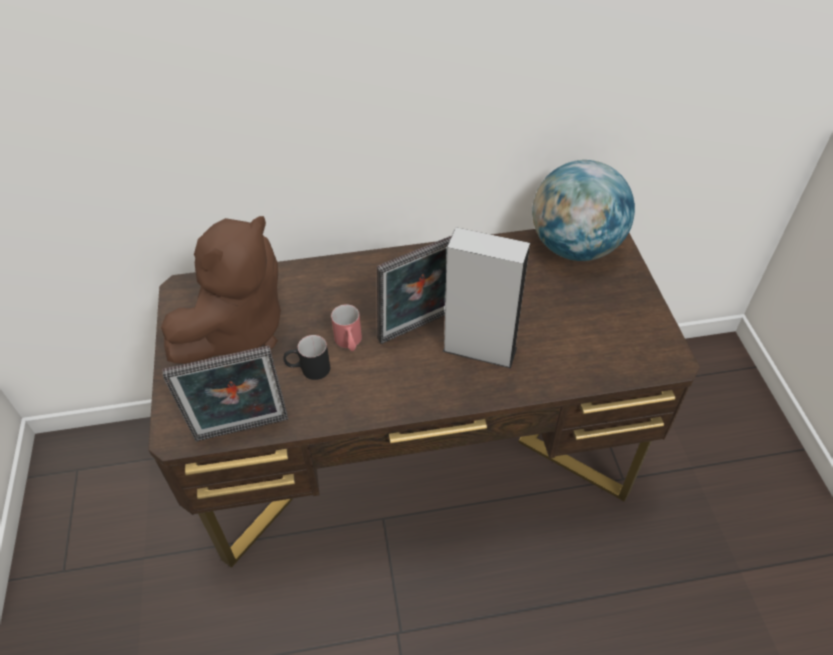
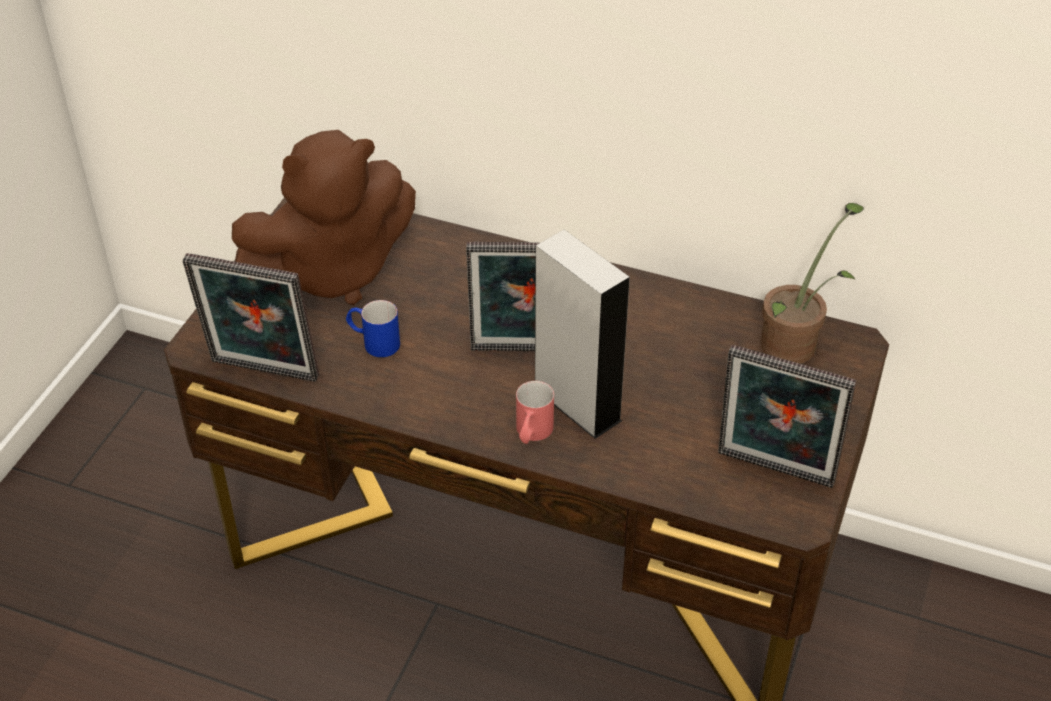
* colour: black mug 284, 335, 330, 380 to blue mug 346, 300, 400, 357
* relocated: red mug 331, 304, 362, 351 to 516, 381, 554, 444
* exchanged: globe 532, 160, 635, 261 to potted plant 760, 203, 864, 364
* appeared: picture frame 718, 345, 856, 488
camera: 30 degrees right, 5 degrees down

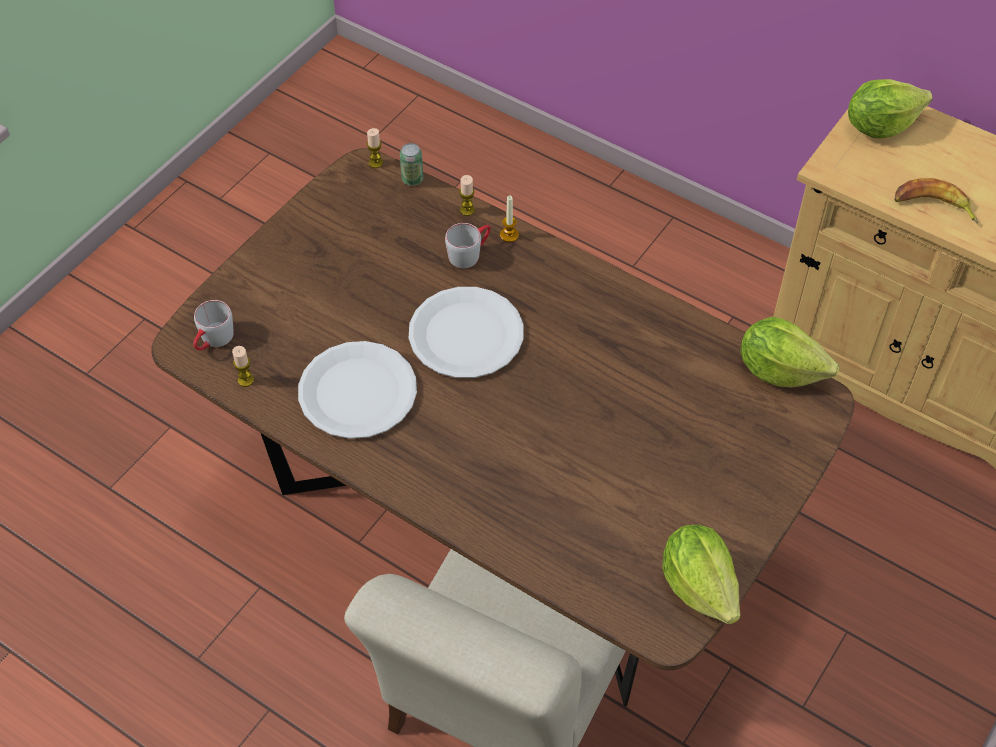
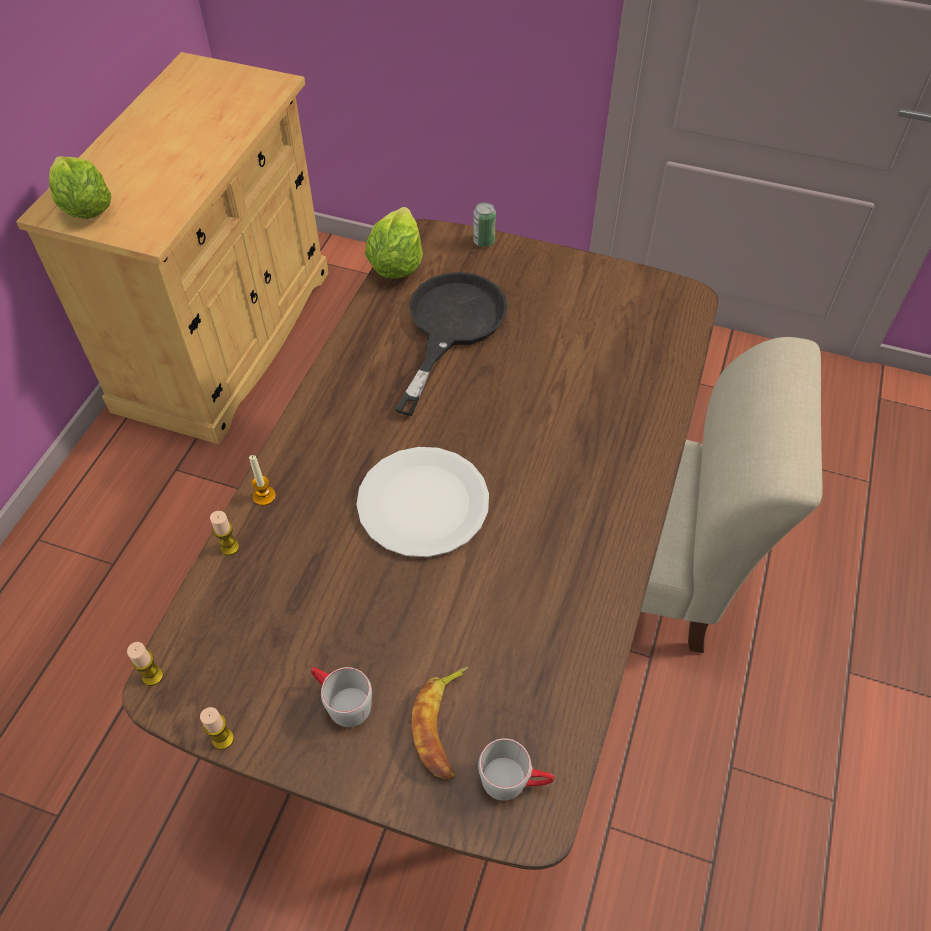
* relocated: candle 232, 346, 254, 387 to 200, 707, 234, 750
* missing: white plate 298, 341, 417, 439
* relocated: can 400, 143, 423, 186 to 473, 202, 496, 247
* relocated: grey mug 445, 223, 491, 269 to 311, 667, 372, 727
* missing: lettuce 662, 525, 740, 624
* relocated: banana 895, 178, 978, 223 to 412, 666, 469, 779
* appeared: black frying pan 395, 272, 508, 416
camera: 105 degrees left, 0 degrees up

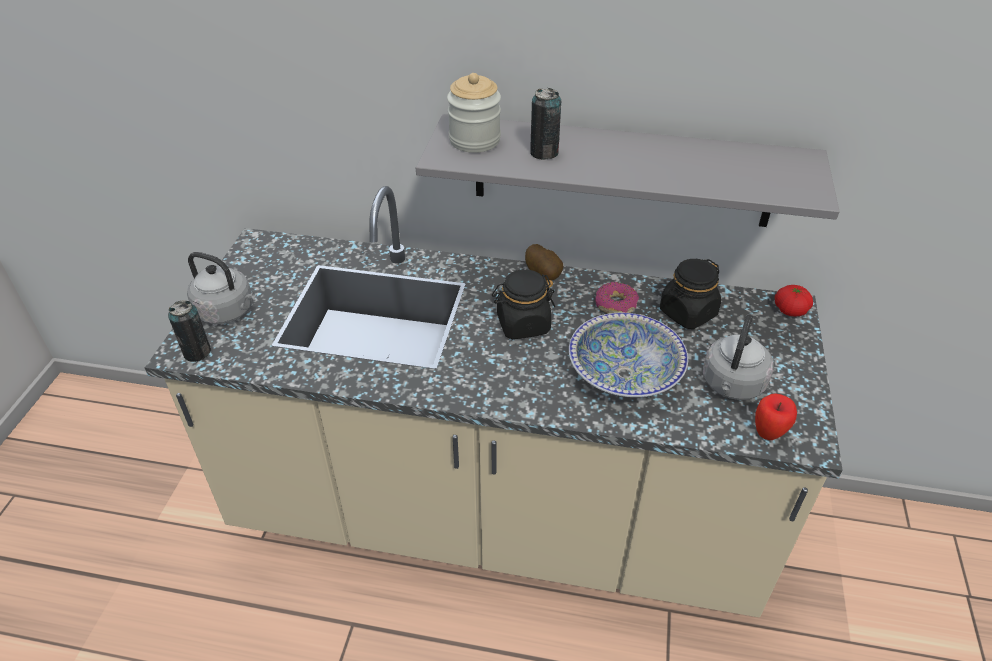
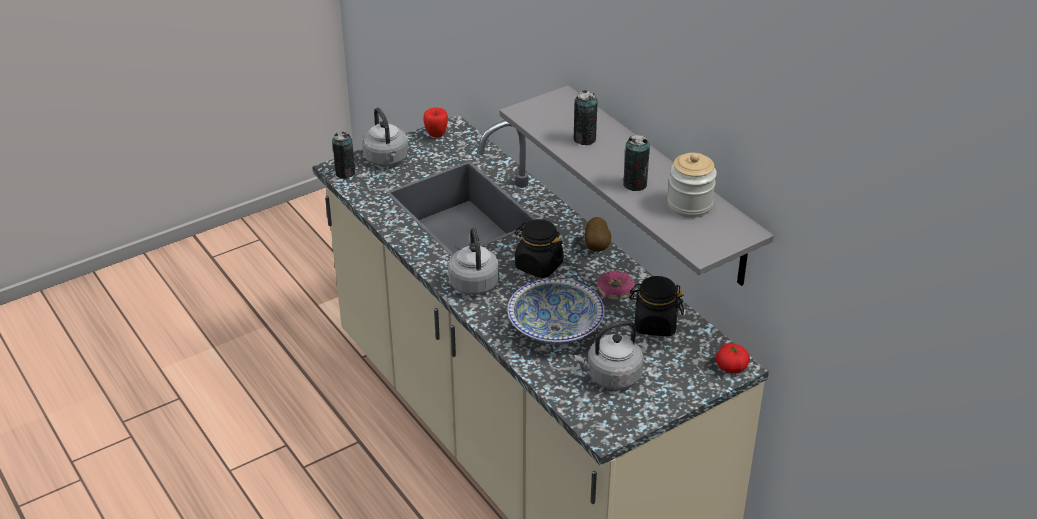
* relocated: jar 447, 73, 501, 153 to 668, 153, 717, 218
* relocated: apple 755, 393, 797, 440 to 424, 107, 448, 138
* appeared: grey kettle 448, 228, 499, 295
* appeared: can 623, 134, 650, 191
camera: 45 degrees right, 5 degrees down

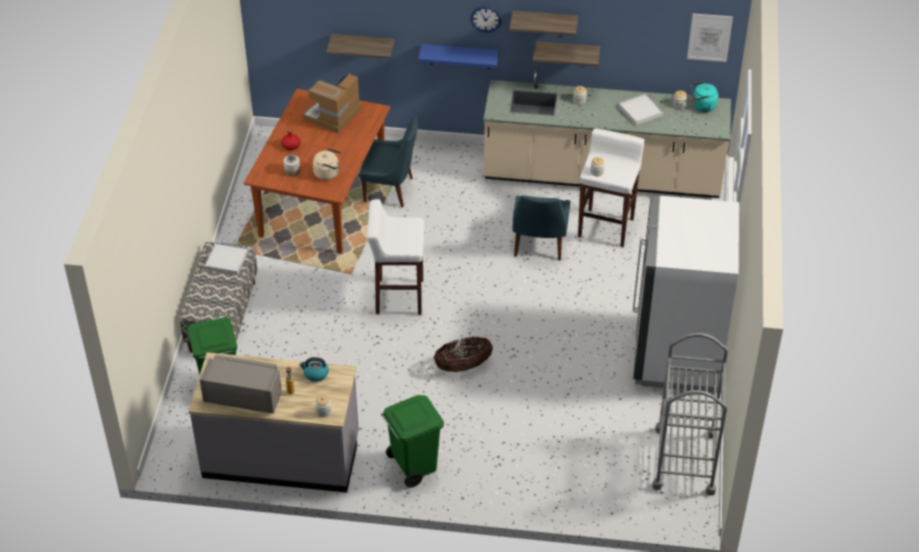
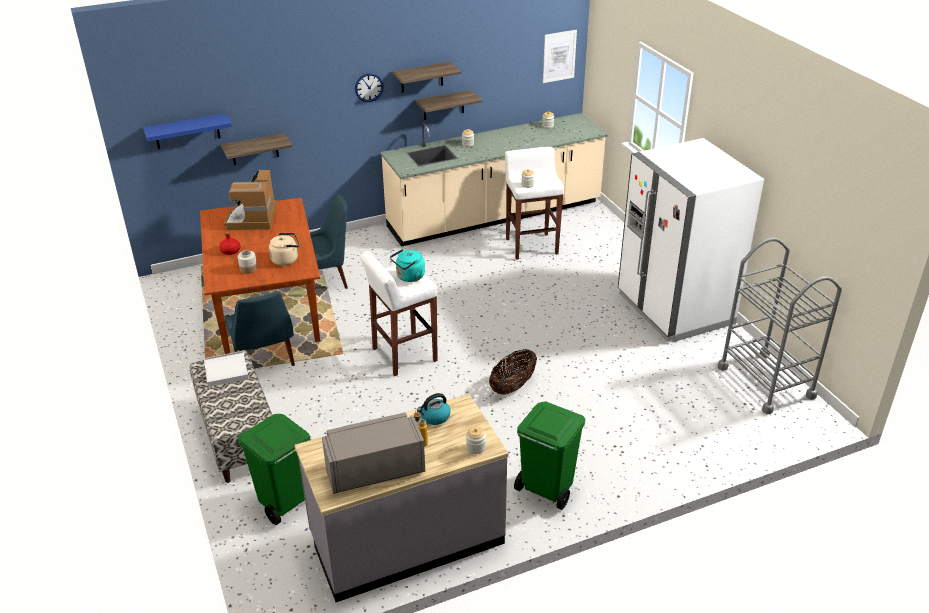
* relocated: blue shelf 418, 44, 499, 69 to 143, 113, 232, 149
* relocated: blue chair 513, 196, 570, 260 to 224, 291, 295, 366
* missing: white tray 618, 94, 664, 125
* relocated: turquoise kettle 690, 81, 718, 112 to 390, 249, 425, 282
camera: 30 degrees left, 10 degrees down

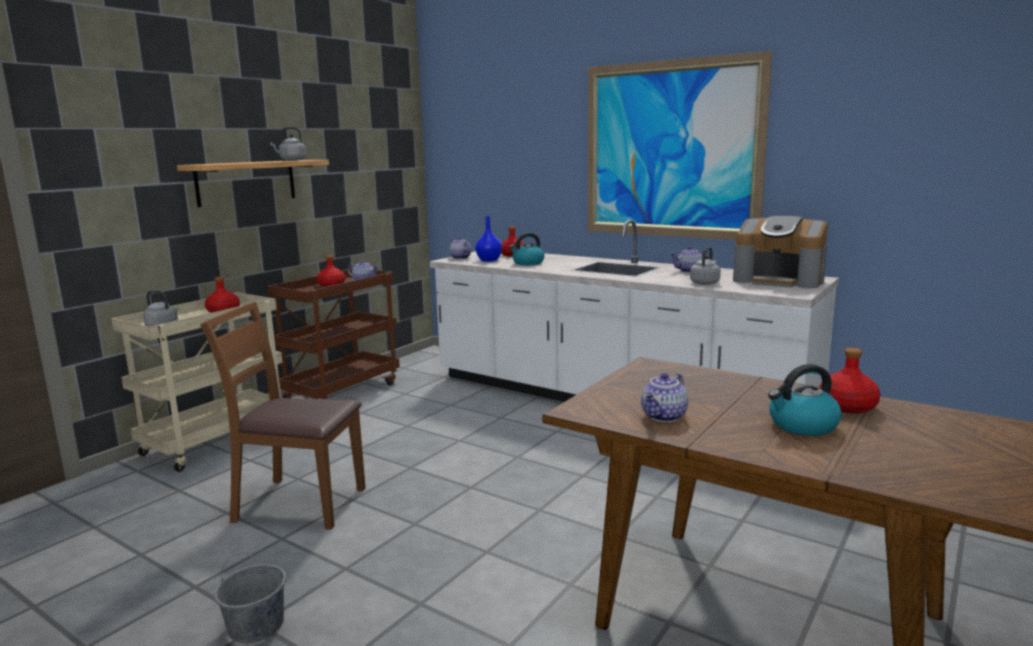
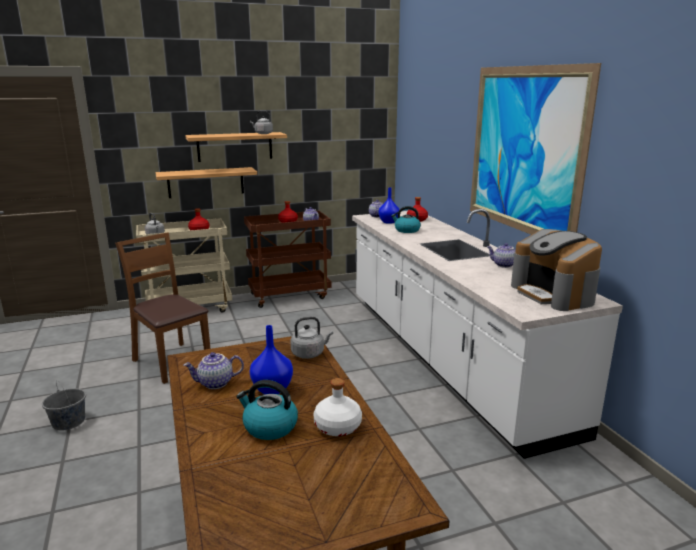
* relocated: grey kettle 690, 247, 721, 285 to 290, 317, 333, 359
* colour: red bottle 819, 348, 880, 413 to white bottle 314, 378, 362, 436
* appeared: shelf 156, 167, 257, 198
* appeared: blue vase 250, 325, 293, 394
camera: 35 degrees right, 5 degrees up

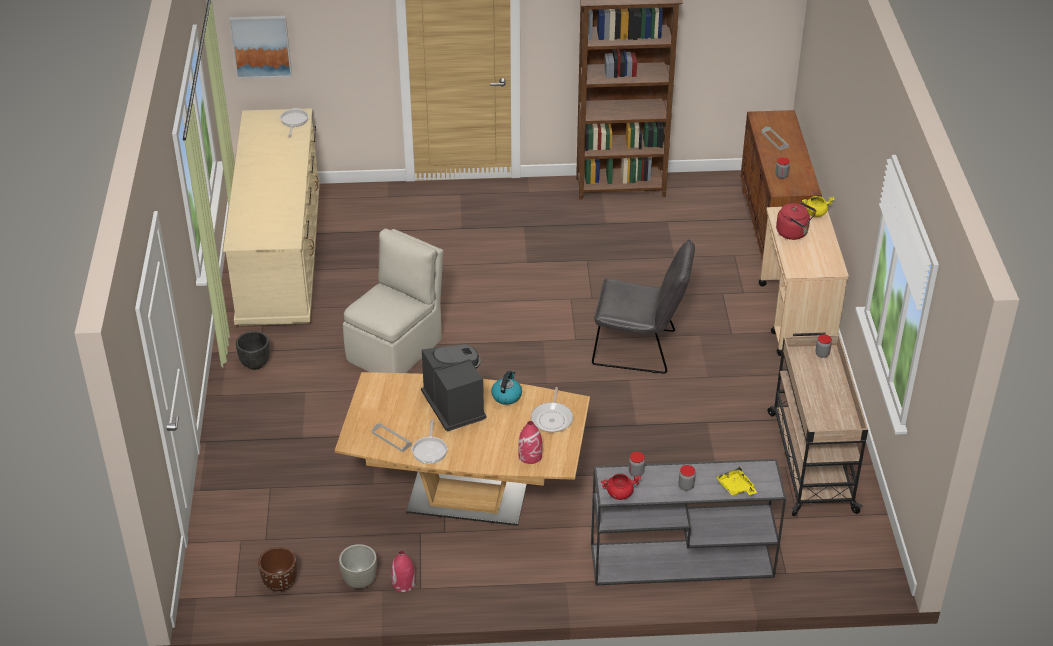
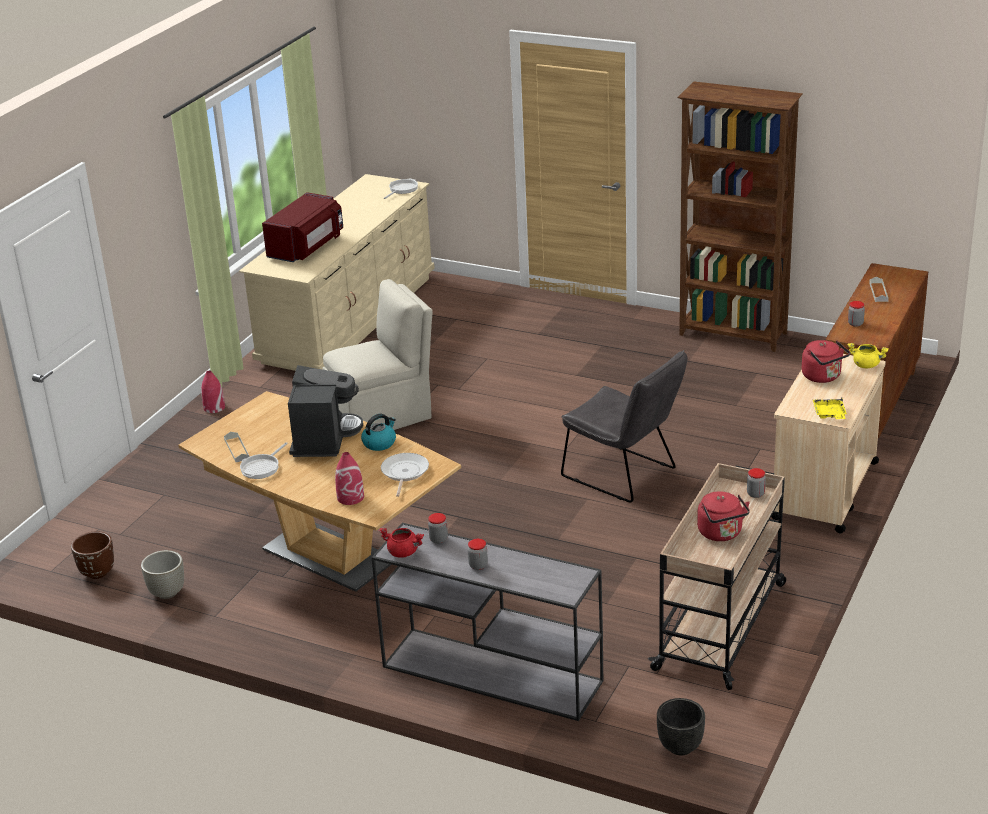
* missing: picture 229, 16, 292, 79
* relocated: black planter 236, 331, 270, 370 to 657, 698, 705, 755
* relocated: red vase 391, 551, 415, 592 to 201, 371, 225, 413
* spun: frying pan 531, 387, 573, 433 = 381, 453, 429, 497 150 degrees clockwise
* relocated: yellow tray 716, 466, 757, 496 to 813, 397, 847, 419
* appeared: red microwave 262, 192, 343, 262
* appeared: red kettle 697, 491, 750, 541
camera: 30 degrees right, 10 degrees down

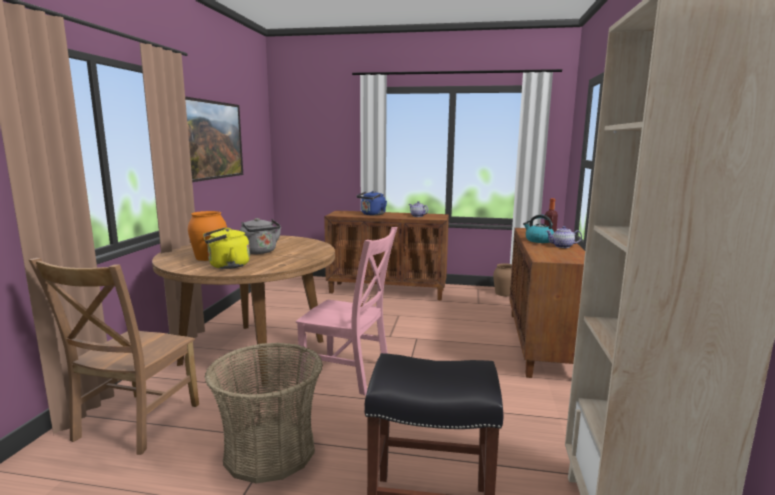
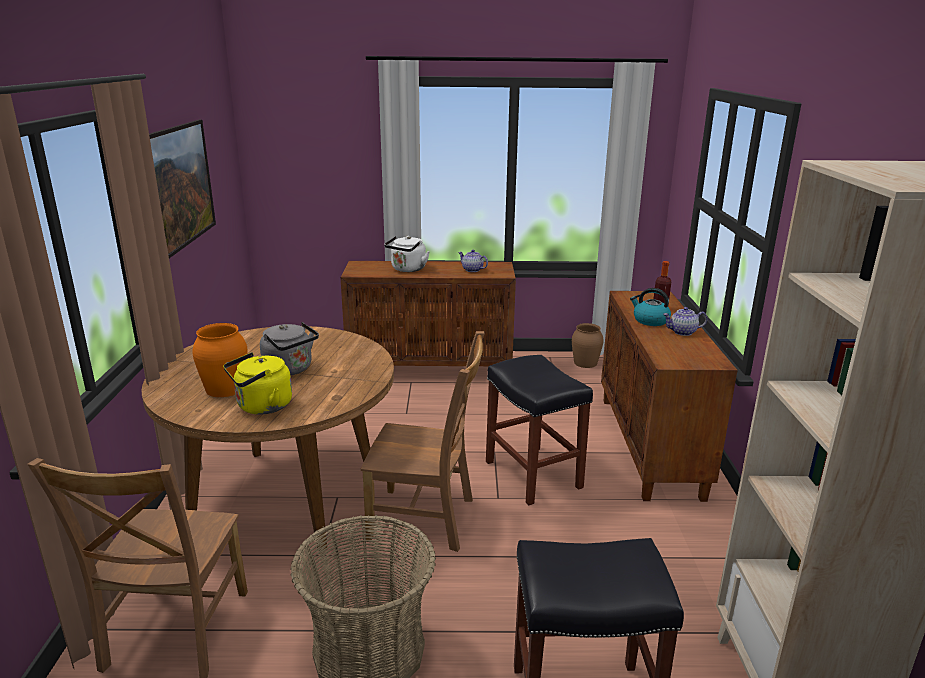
* colour: pink chair 296, 227, 397, 396 to brown chair 361, 331, 485, 552
* colour: blue kettle 356, 191, 387, 216 to white kettle 384, 236, 430, 272
* appeared: black stool 486, 355, 593, 505
camera: 10 degrees left, 10 degrees up

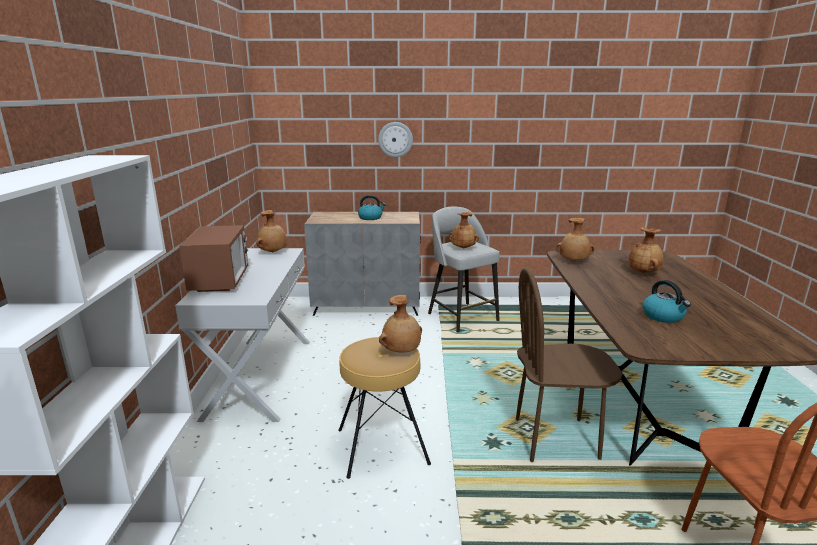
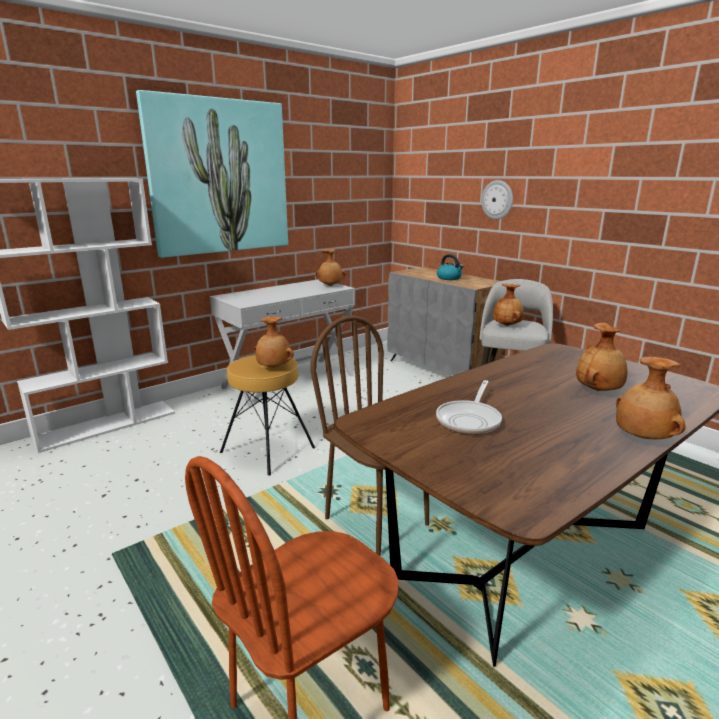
* missing: microwave 179, 225, 248, 292
* relocated: brown vase 556, 218, 595, 262 to 616, 357, 686, 439
* exchanged: kettle 643, 280, 691, 323 to frying pan 436, 380, 502, 435
* appeared: picture 136, 90, 288, 258
camera: 50 degrees right, 0 degrees up

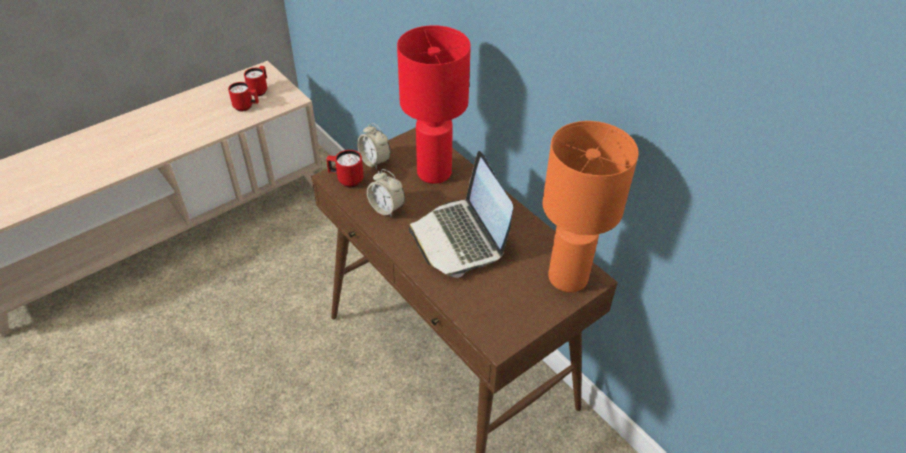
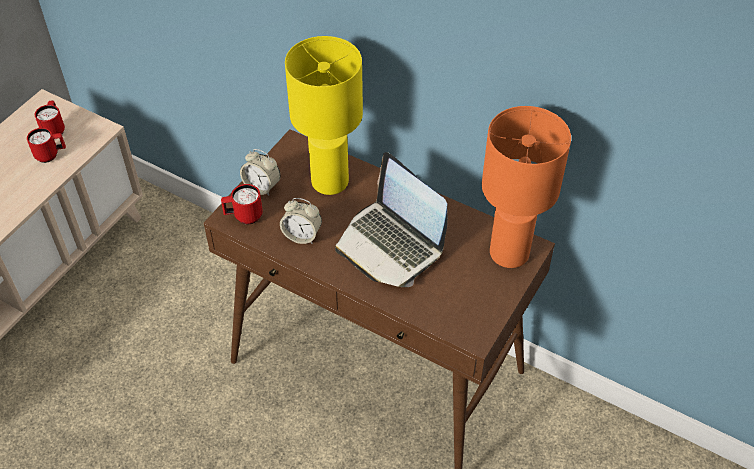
* colour: red table lamp 397, 25, 471, 184 to yellow table lamp 285, 36, 363, 195
camera: 20 degrees left, 5 degrees up

